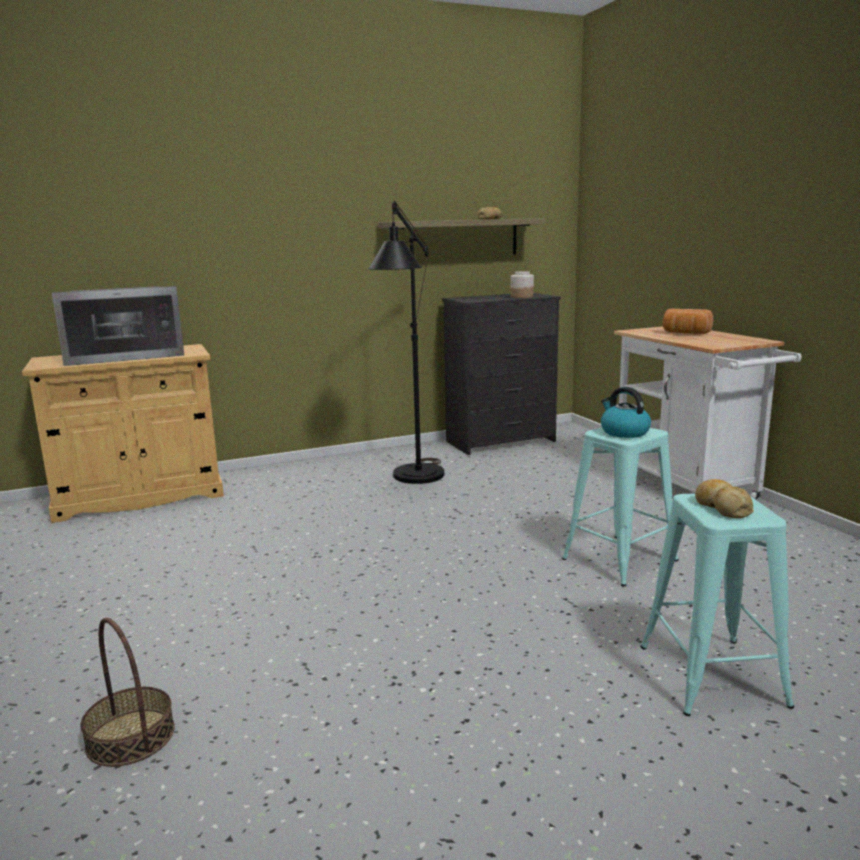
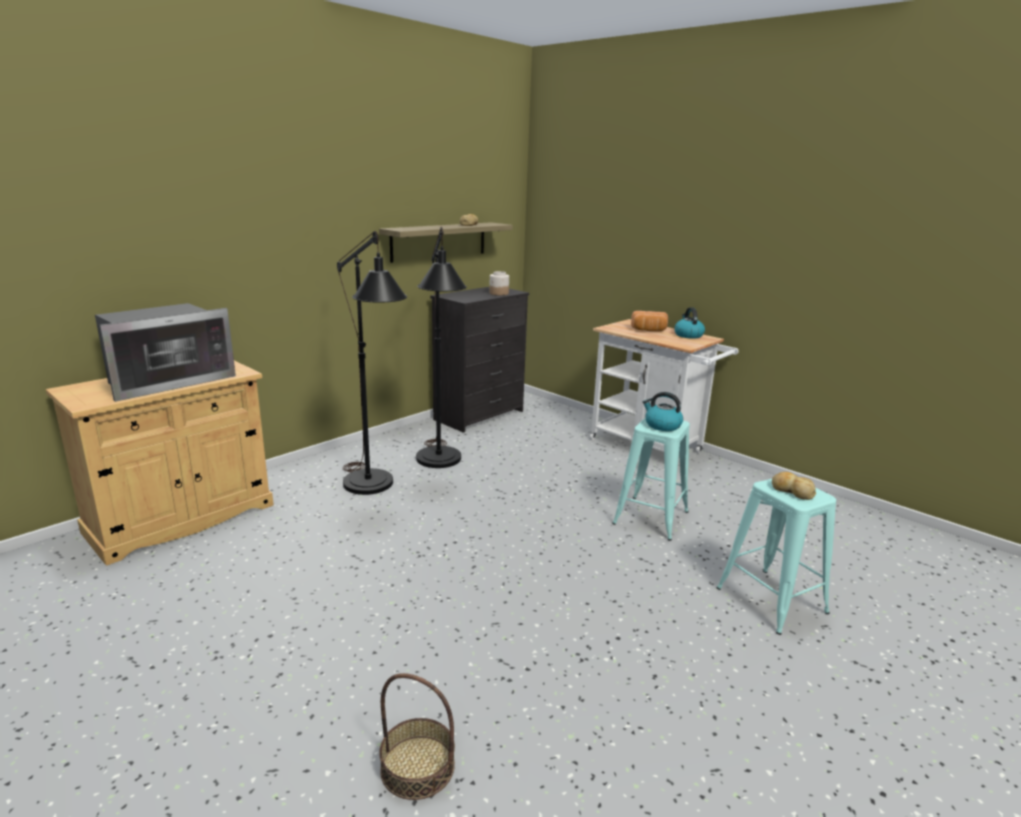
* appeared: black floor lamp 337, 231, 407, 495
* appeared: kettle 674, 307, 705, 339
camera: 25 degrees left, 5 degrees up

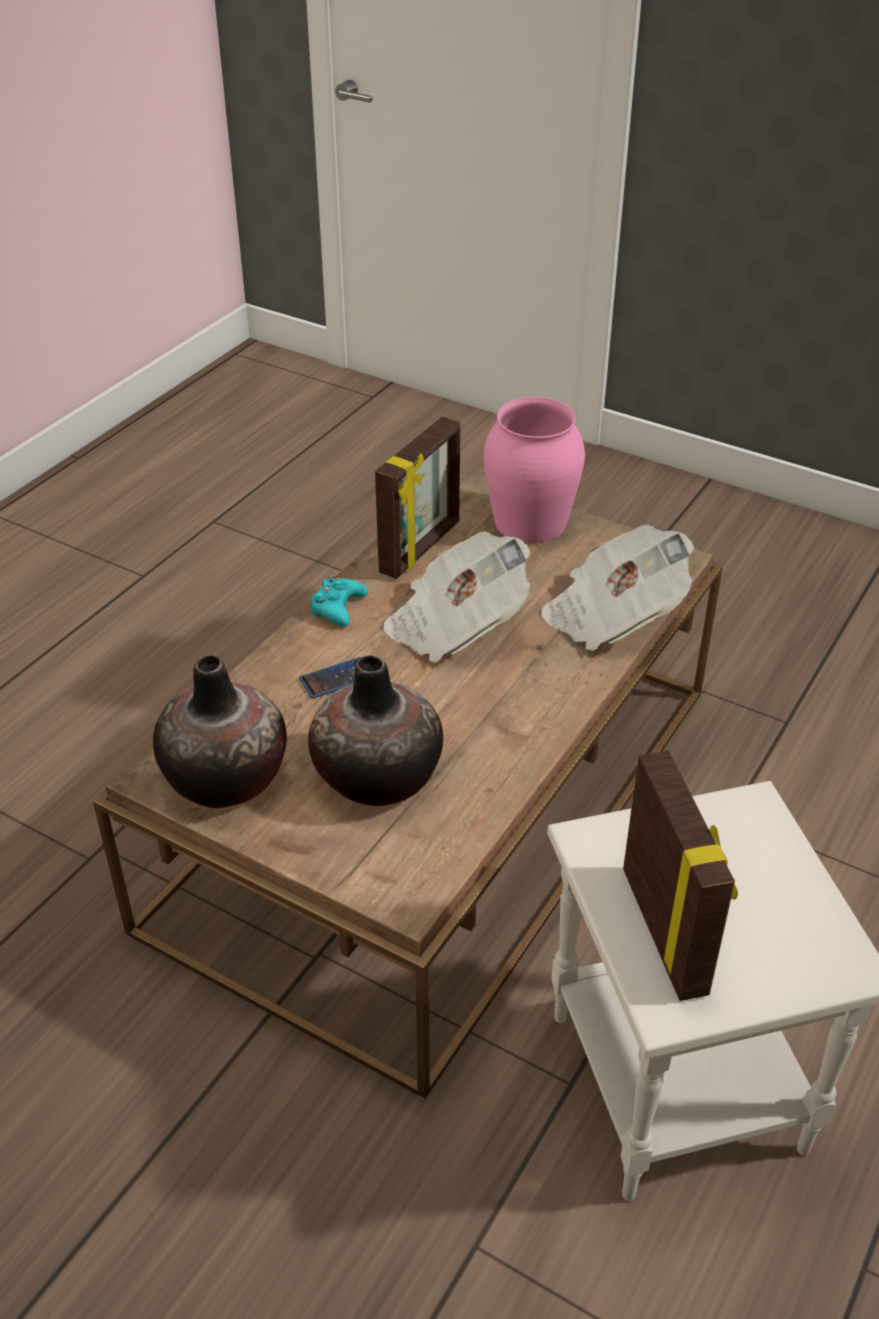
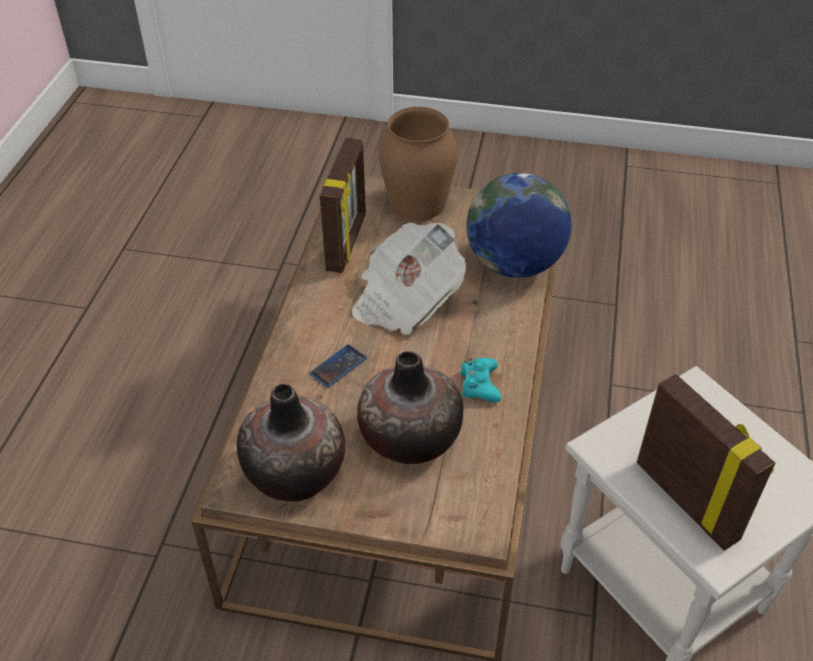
* relocated: turquoise game controller 310, 577, 368, 627 to 460, 358, 501, 402
* colour: pink vase 484, 397, 585, 543 to brown vase 379, 107, 458, 221
* exchanged: newspaper 541, 525, 695, 651 to globe 466, 173, 572, 278
camera: 20 degrees left, 5 degrees up

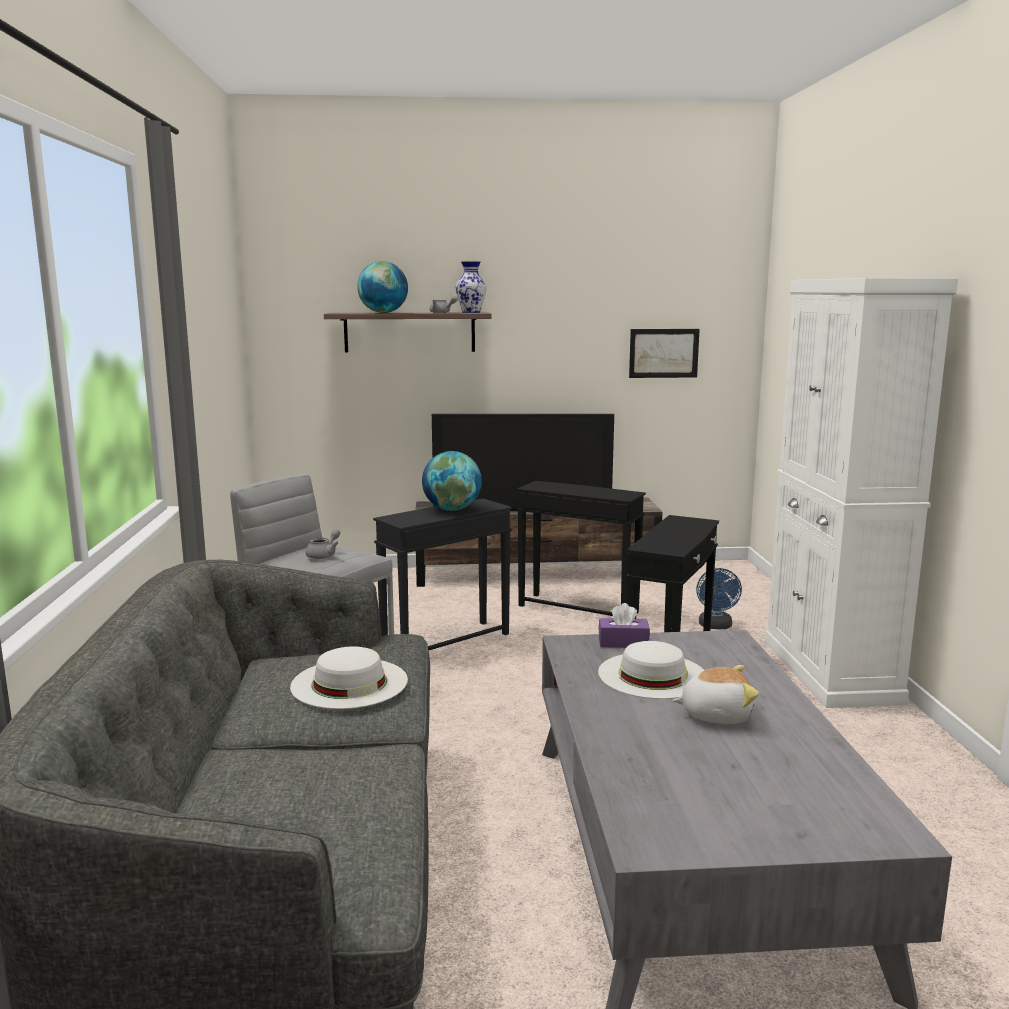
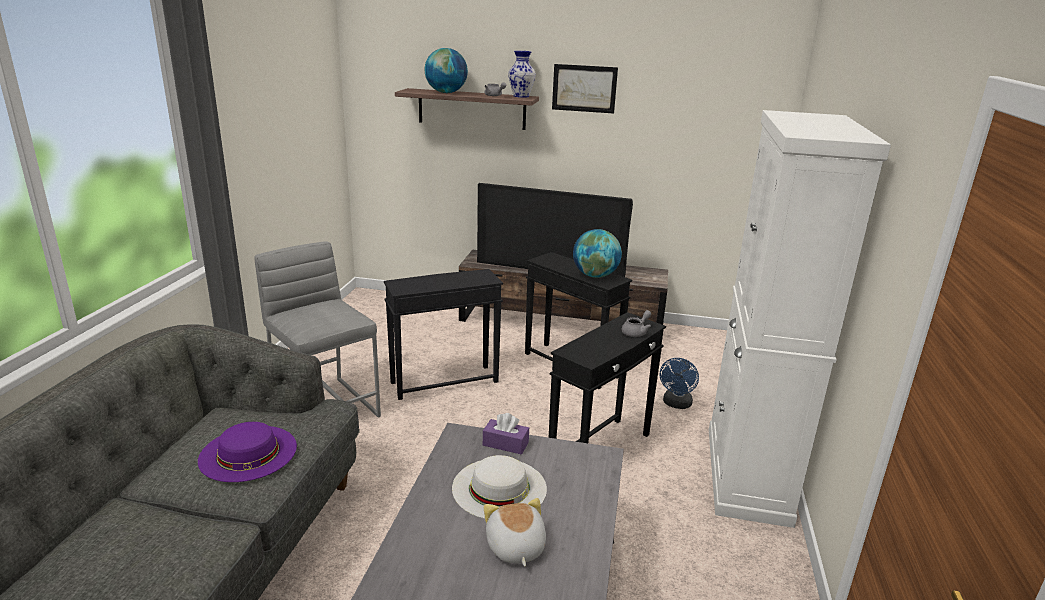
* colour: white hat 290, 646, 408, 709 to purple hat 198, 422, 297, 482
* relocated: grey teapot 306, 529, 340, 559 to 622, 310, 651, 337
* relocated: globe 422, 451, 482, 511 to 573, 229, 622, 278
* relocated: picture 629, 329, 700, 378 to 552, 64, 618, 113
* spun: plush toy 673, 665, 759, 724 = 484, 498, 546, 566 120 degrees counterclockwise
camera: 15 degrees right, 10 degrees up

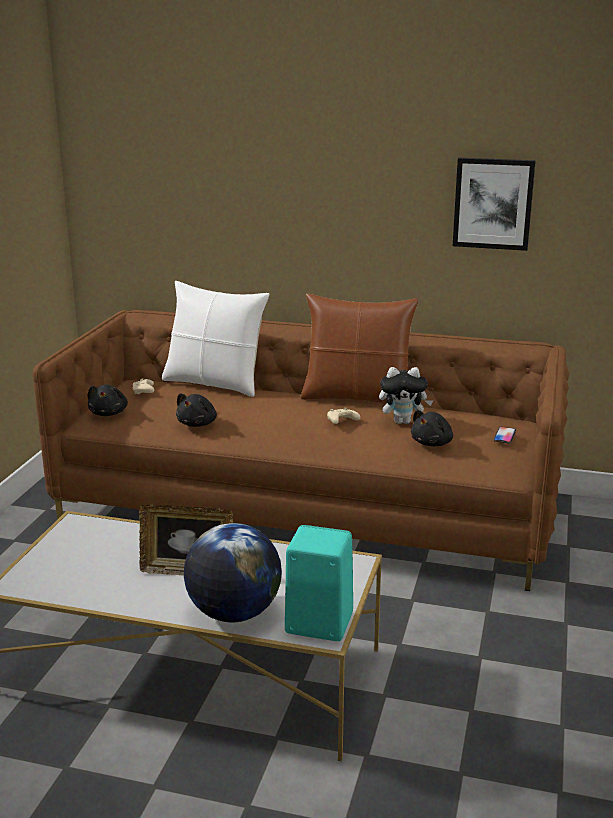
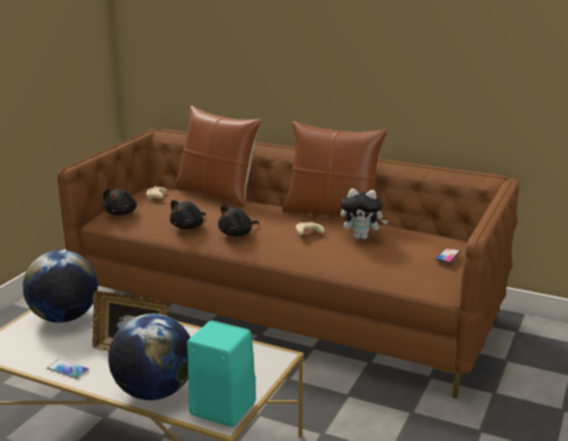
* colour: white pillow 162, 281, 269, 397 to brown pillow 175, 106, 262, 207
* relocated: black plush toy 411, 410, 453, 446 to 218, 205, 259, 236
* missing: picture 453, 158, 536, 251
* appeared: globe 23, 250, 98, 323
* appeared: phone 47, 359, 89, 379
camera: 10 degrees right, 0 degrees up

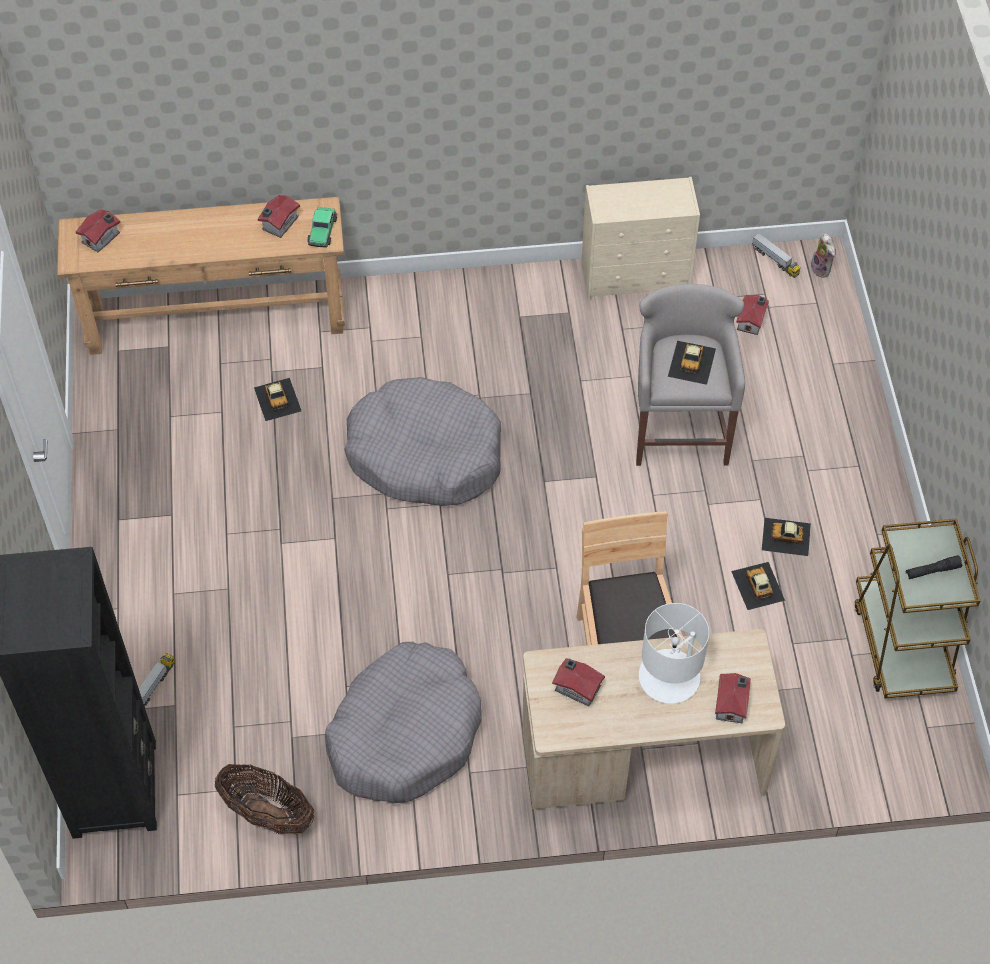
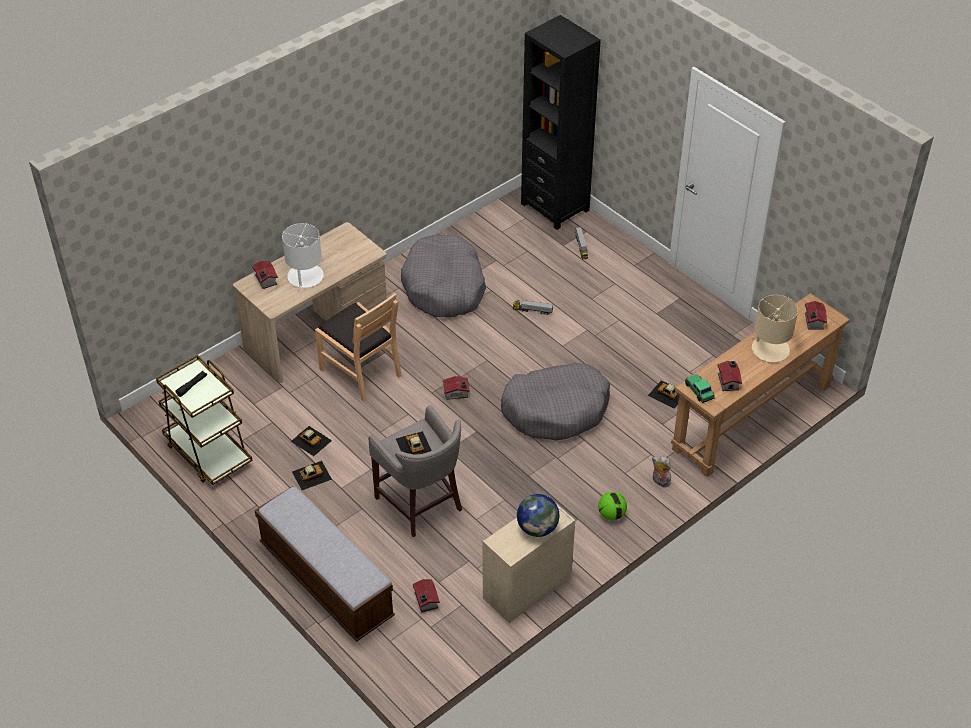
* missing: basket 215, 764, 315, 835
* relocated: toy house 552, 658, 605, 706 to 443, 376, 470, 400
* relocated: toy truck 752, 234, 801, 278 to 513, 300, 553, 315
* relocated: plush toy 811, 233, 836, 278 to 652, 456, 671, 487
* appeared: bench 255, 486, 395, 642
* appeared: globe 517, 494, 559, 537
* appeared: football 598, 492, 627, 520
* appeared: beige table lamp 751, 295, 798, 363
camera: 145 degrees right, 10 degrees down

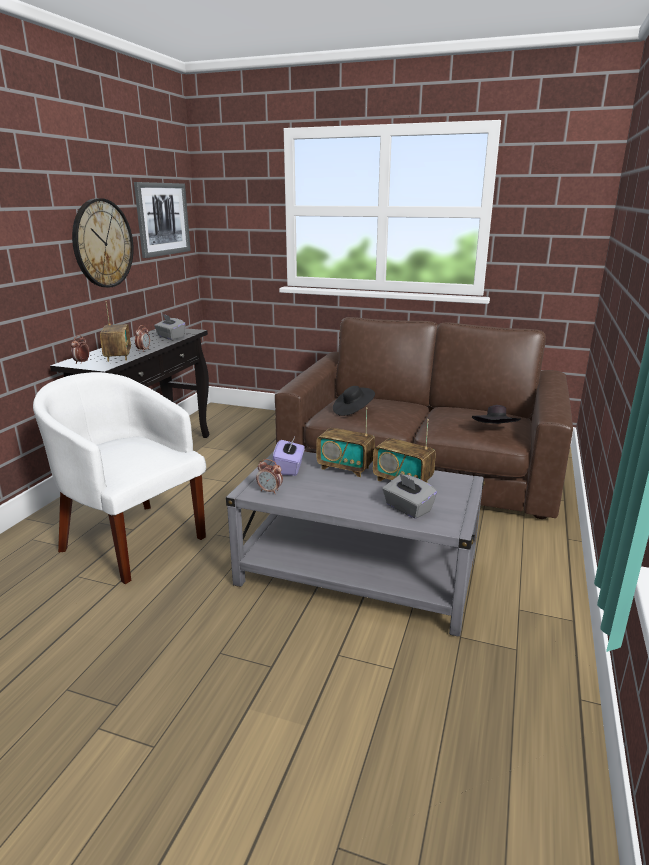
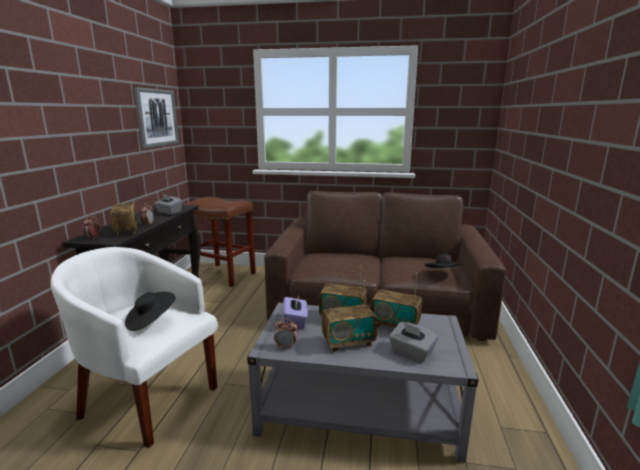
* missing: wall clock 72, 198, 134, 288
* relocated: black hat 333, 386, 375, 416 to 125, 291, 176, 331
* appeared: brown stool 185, 197, 256, 287
* appeared: radio 322, 281, 378, 352
camera: 10 degrees left, 5 degrees down

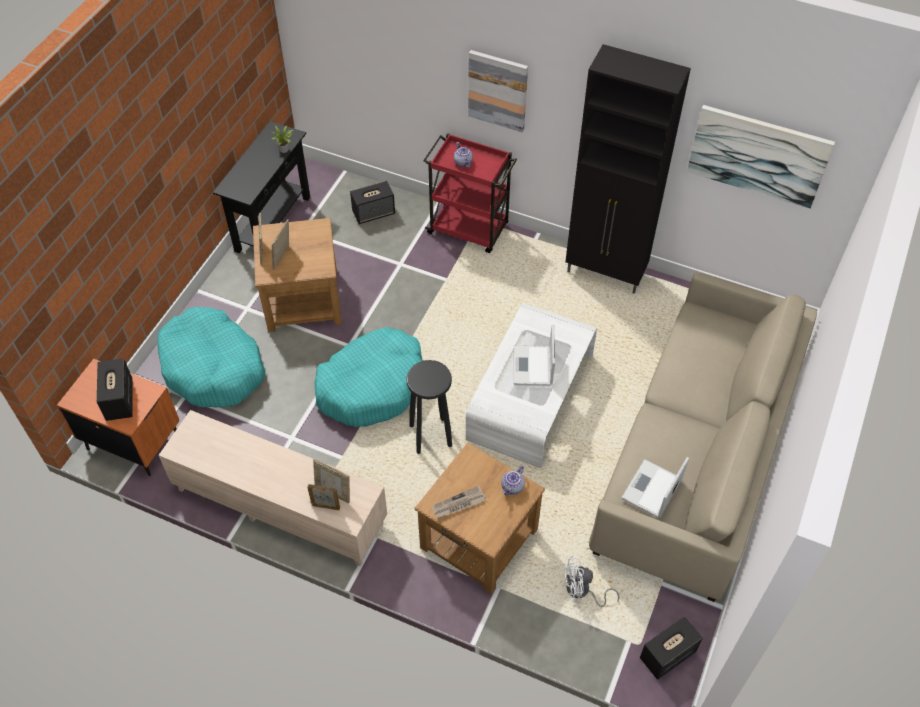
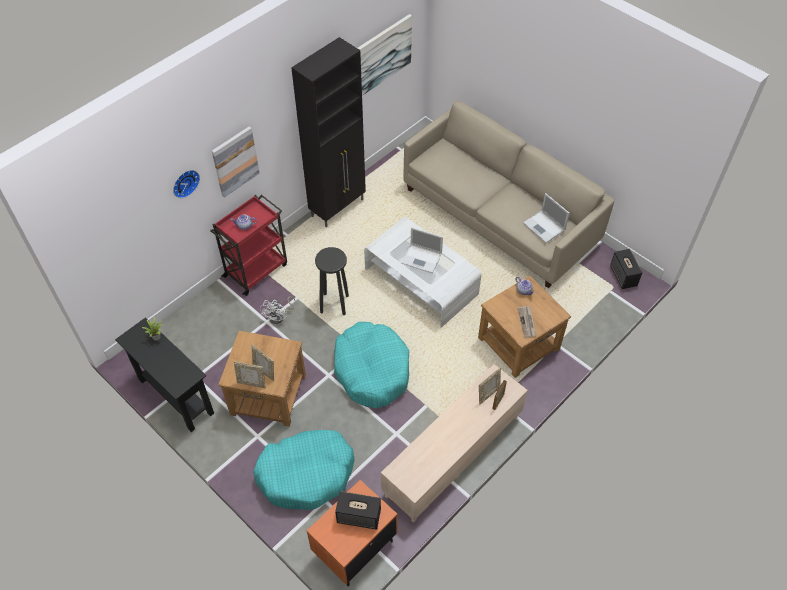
* missing: speaker 350, 181, 395, 224
* relocated: black stool 406, 360, 452, 454 to 315, 247, 349, 315
* relocated: white fan 563, 557, 619, 607 to 260, 296, 296, 324
* appeared: wall clock 173, 170, 200, 198
camera: 70 degrees left, 0 degrees up

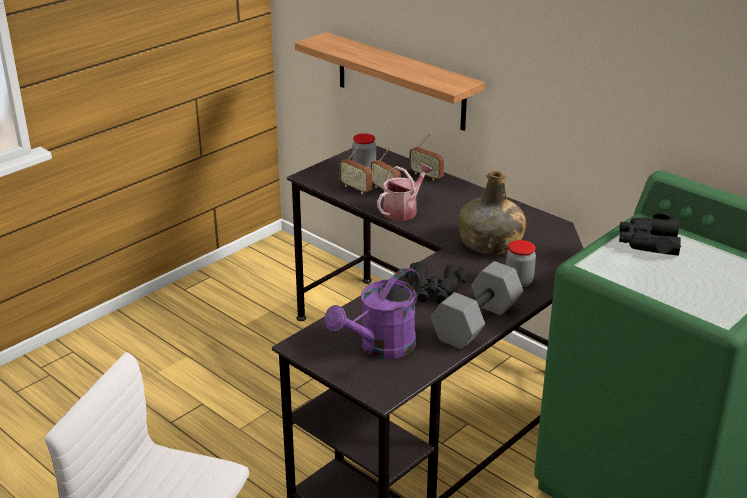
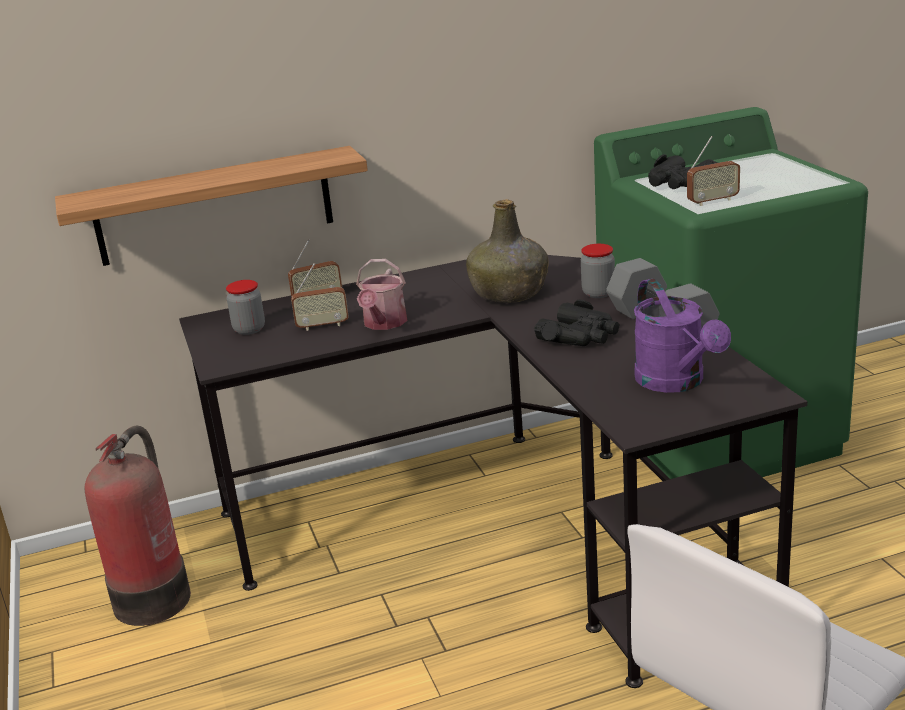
* relocated: radio 339, 144, 372, 194 to 687, 136, 740, 206
* spun: watering can 377, 164, 433, 221 = 356, 259, 407, 330 150 degrees counterclockwise
* appeared: fire extinguisher 85, 425, 191, 626
camera: 60 degrees left, 5 degrees down

